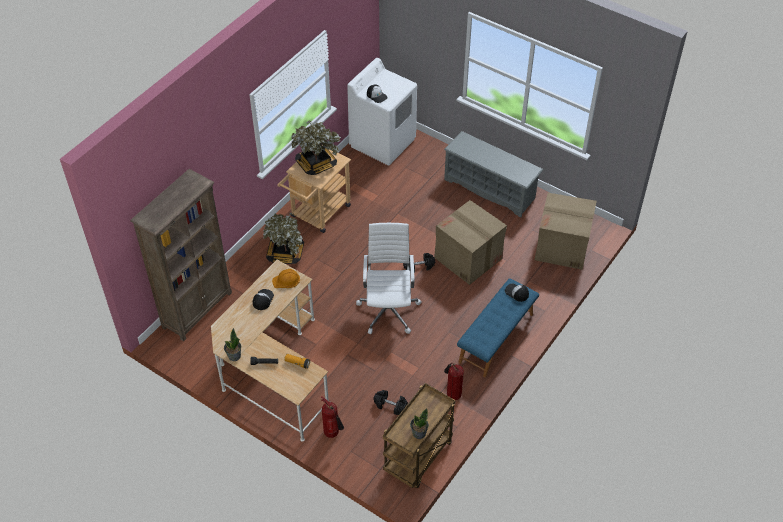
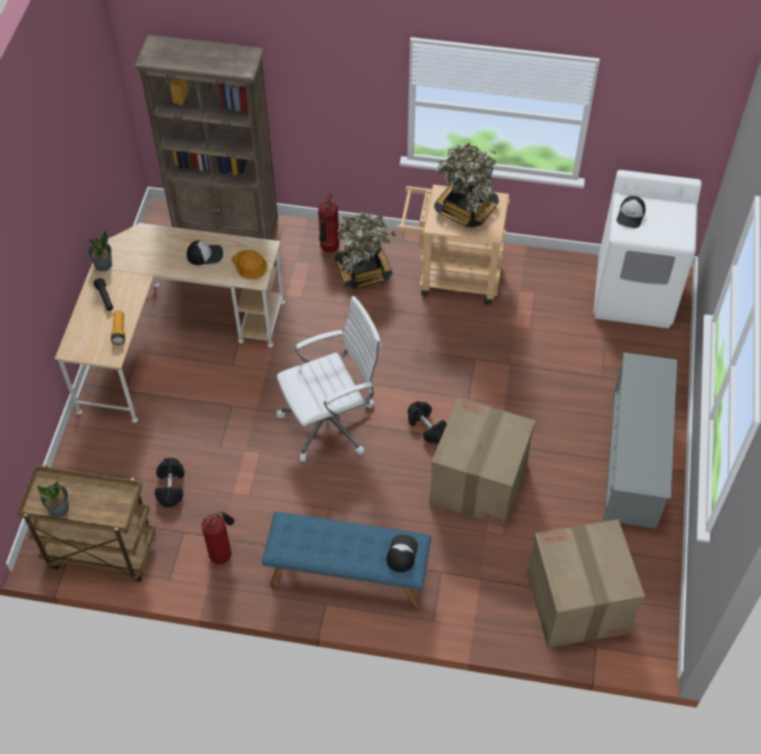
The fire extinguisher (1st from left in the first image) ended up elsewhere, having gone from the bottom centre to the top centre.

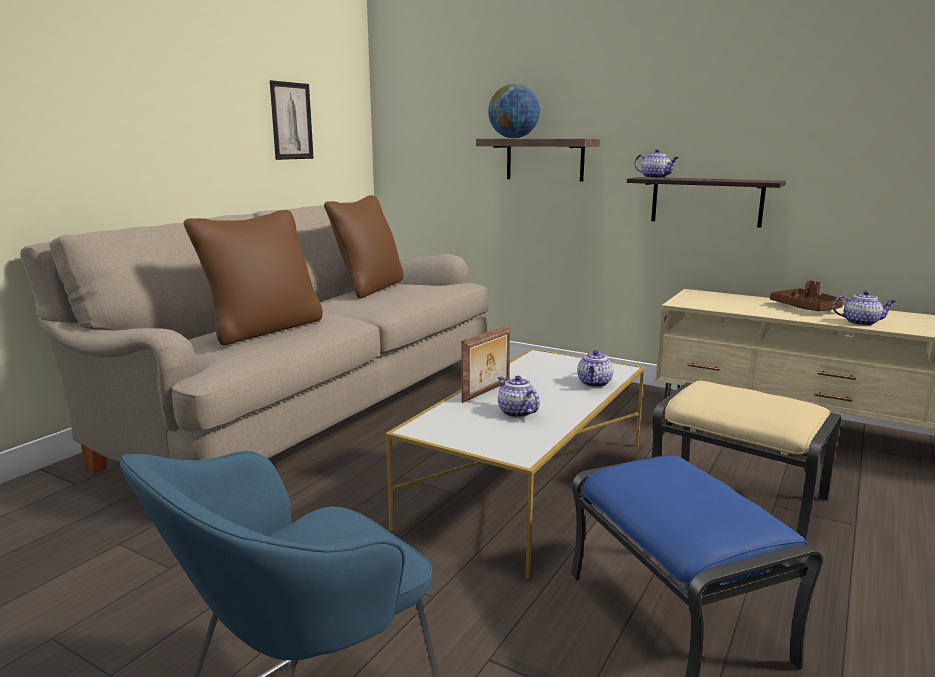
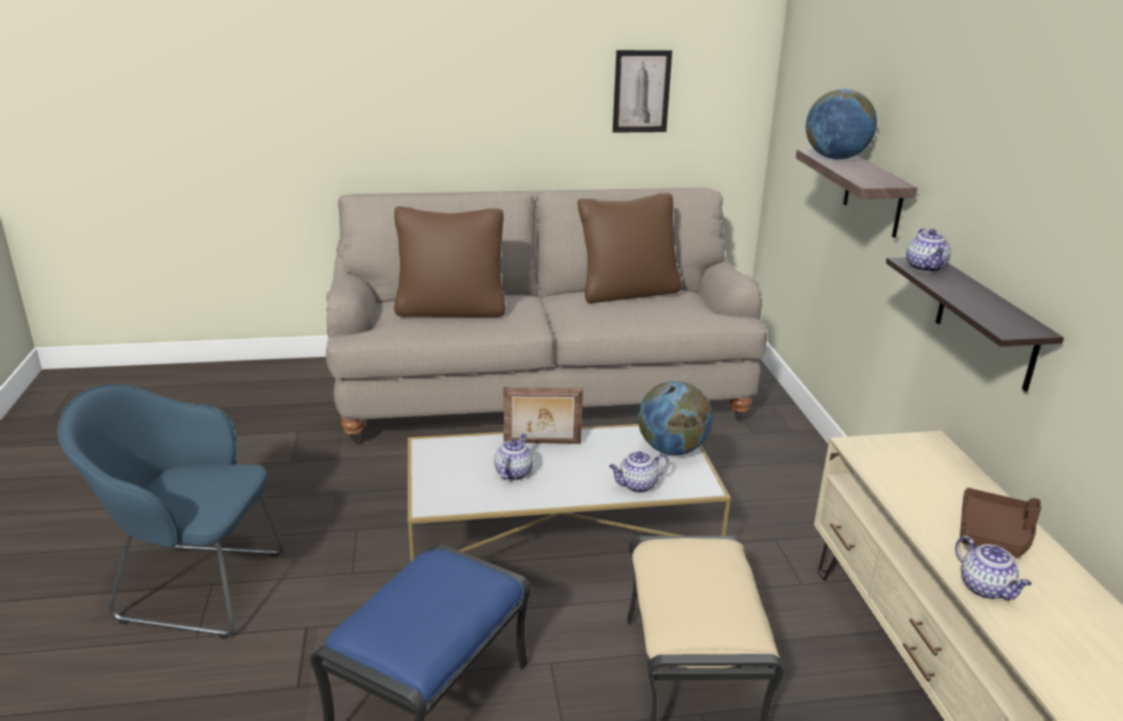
The second view gained the globe (1st from left) at the centre.

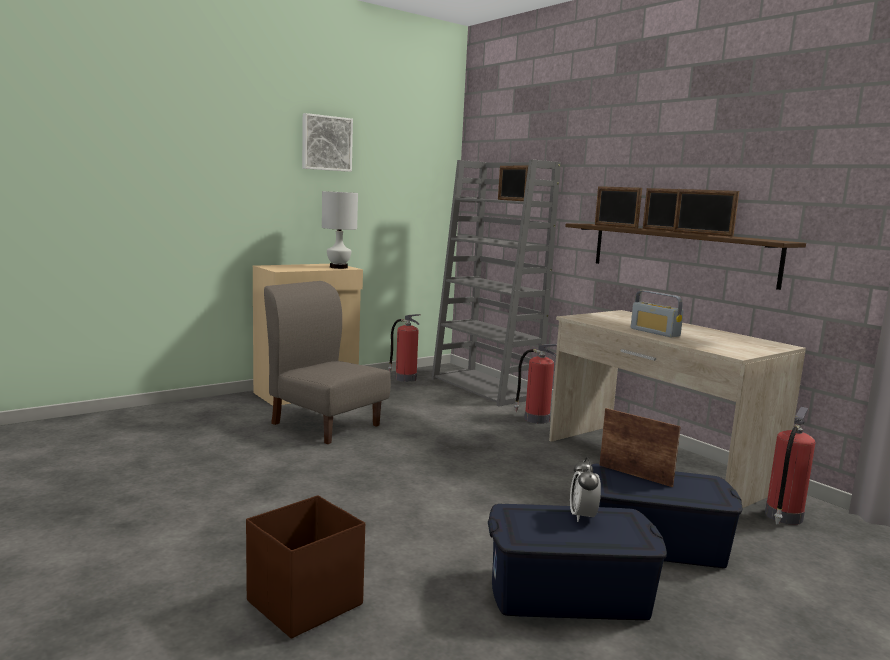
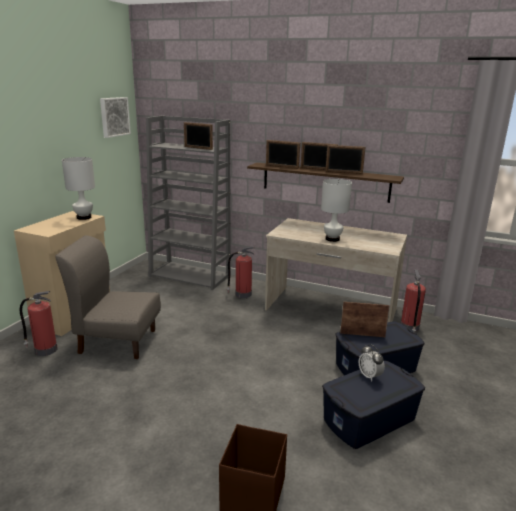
The picture ended up elsewhere, having gone from the top centre to the top left.
The fire extinguisher (1st from left) ended up elsewhere, having gone from the centre to the middle left.
Where the radio stood at the middle right, the white table lamp (2nd from left) came to stand at the centre.

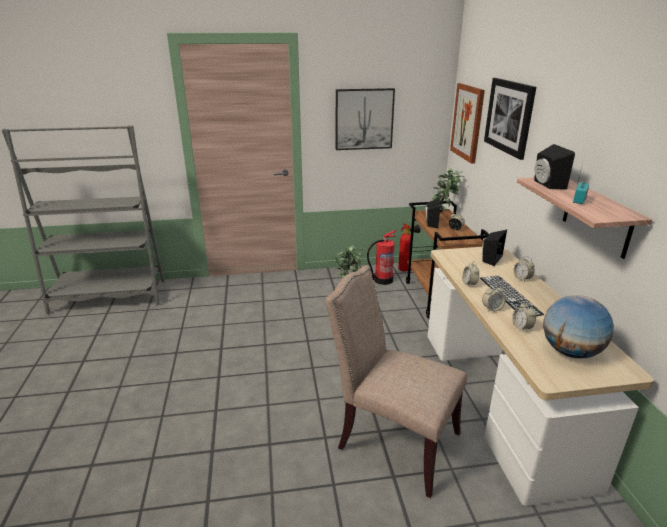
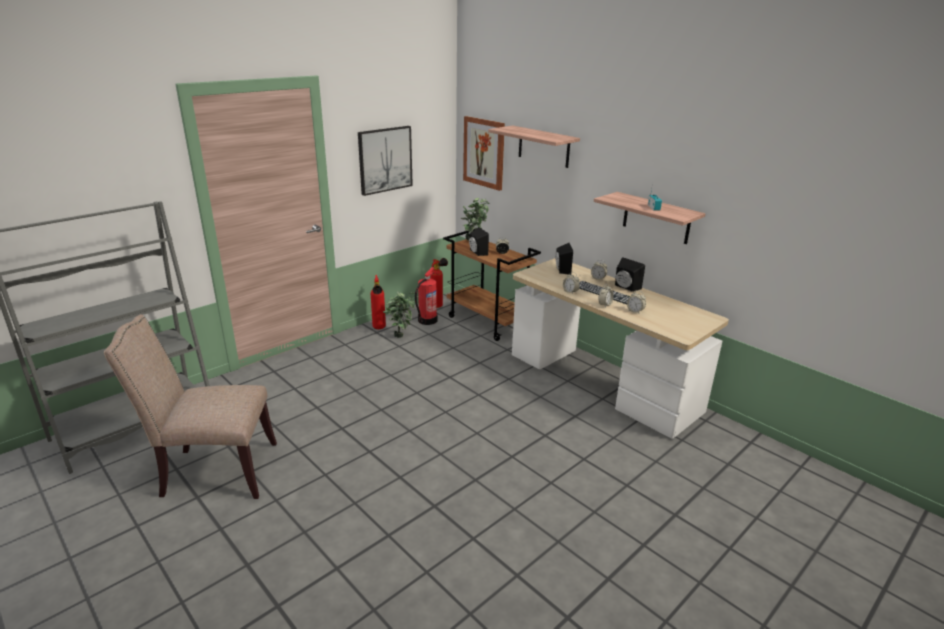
The beige chair ended up elsewhere, having gone from the bottom centre to the middle left.
Where the picture (3rd from left) hung at the top right, the shelf (1st from left) came to hang at the top centre.
The black speaker (3rd from left) ended up elsewhere, having gone from the top right to the middle right.
The second view lost the globe at the middle right.
The second view gained the fire extinguisher (1st from left) at the centre.

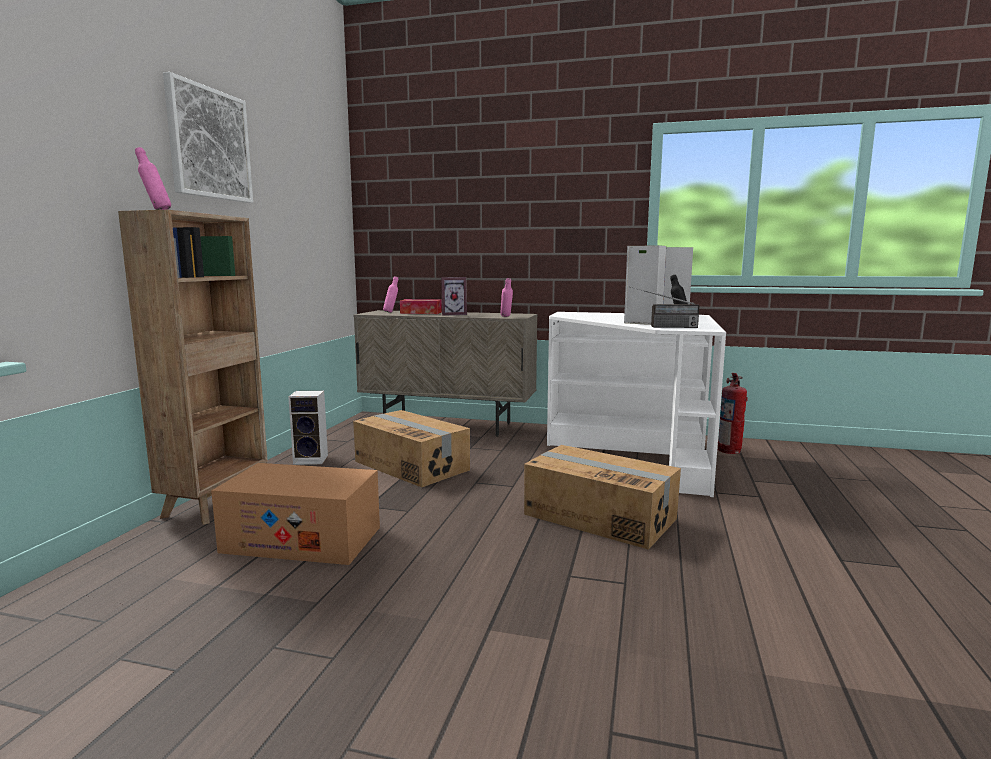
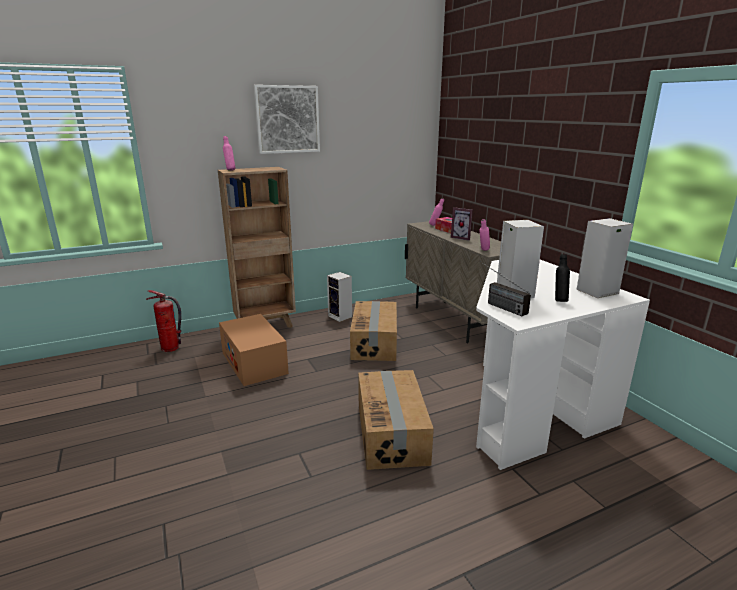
The fire extinguisher ended up elsewhere, having gone from the middle right to the middle left.

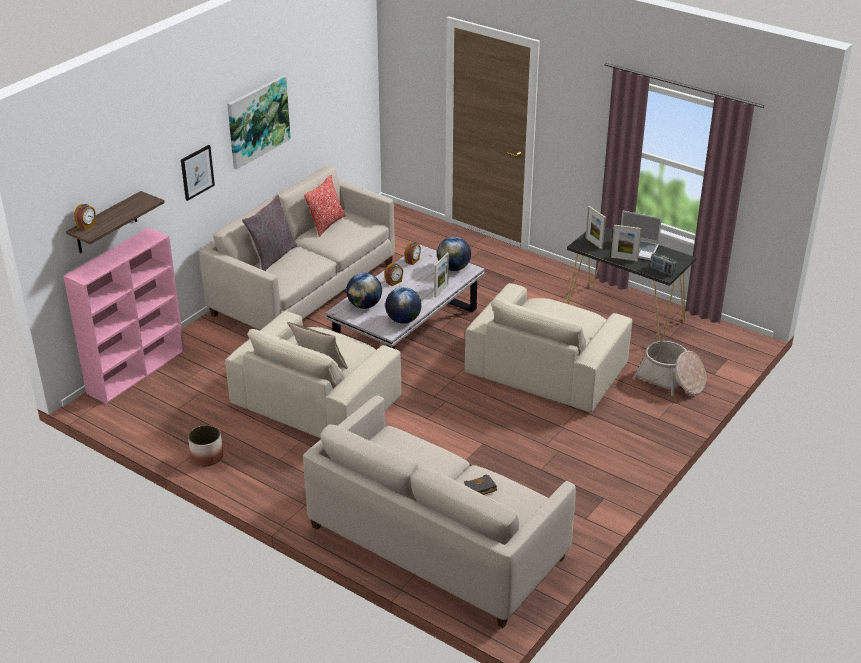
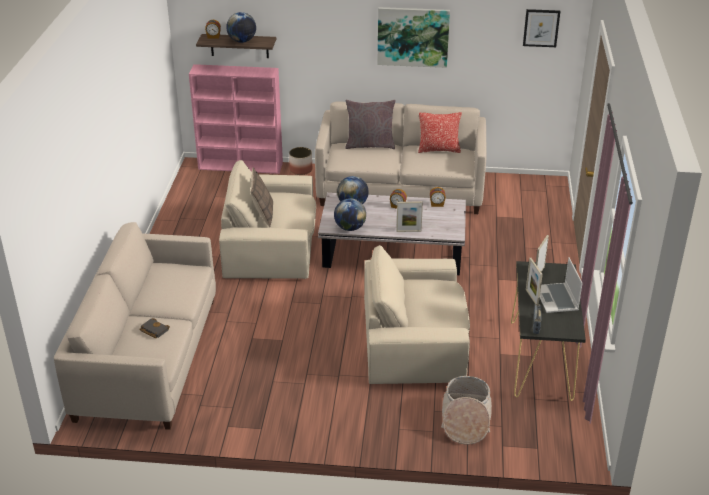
The picture (1st from left in the first image) ended up elsewhere, having gone from the top left to the top right.
The planter ended up elsewhere, having gone from the bottom left to the top centre.
The globe (3rd from left in the first image) ended up elsewhere, having gone from the centre to the top centre.

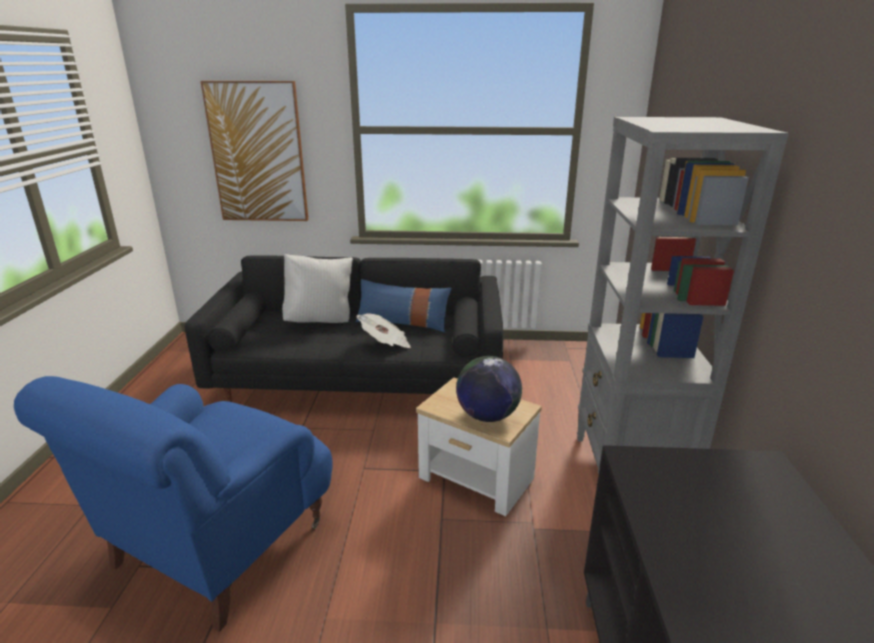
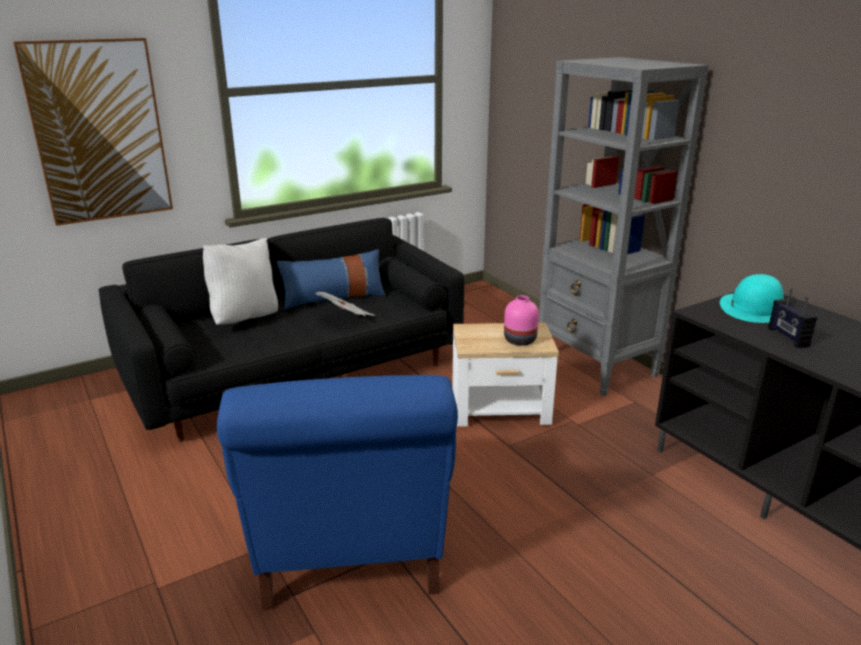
Where the globe stood at the centre, the pink vase came to stand at the centre.
The second view gained the turquoise hat at the middle right.
The second view gained the radio at the middle right.

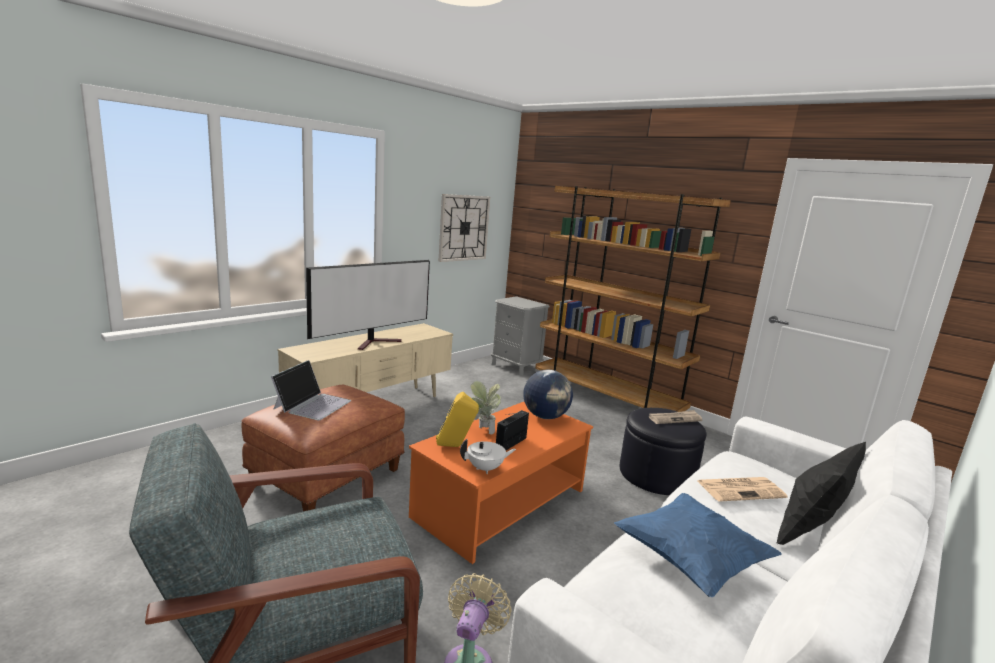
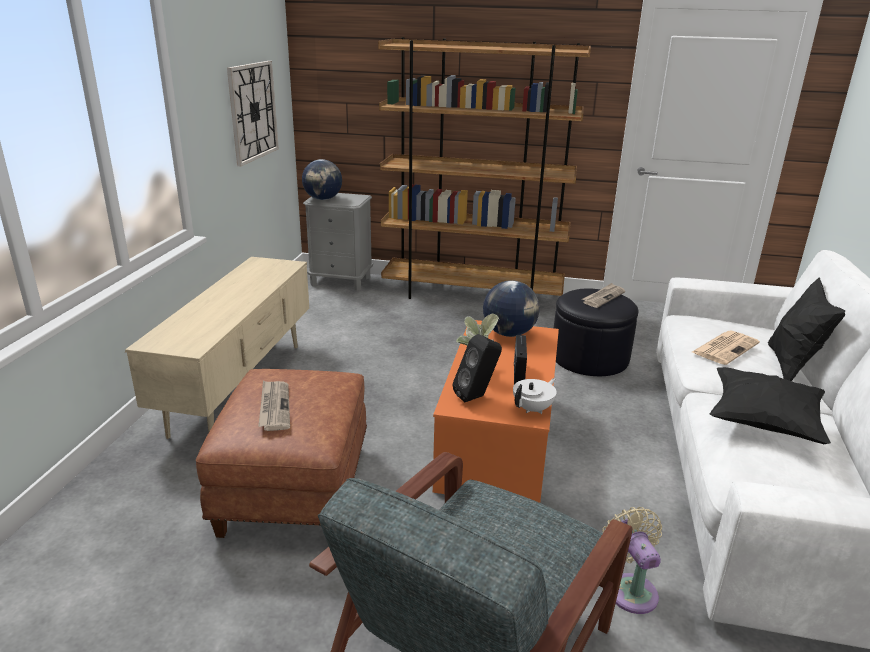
Where the laptop stood at the middle left, the newspaper (1st from left) came to stand at the middle left.
The second view lost the television at the centre.
What was the yellow speaker at the centre turned into the black speaker at the centre.
What was the blue pillow at the bottom right turned into the black pillow (1st from left) at the middle right.
The second view gained the globe (1st from left) at the top centre.

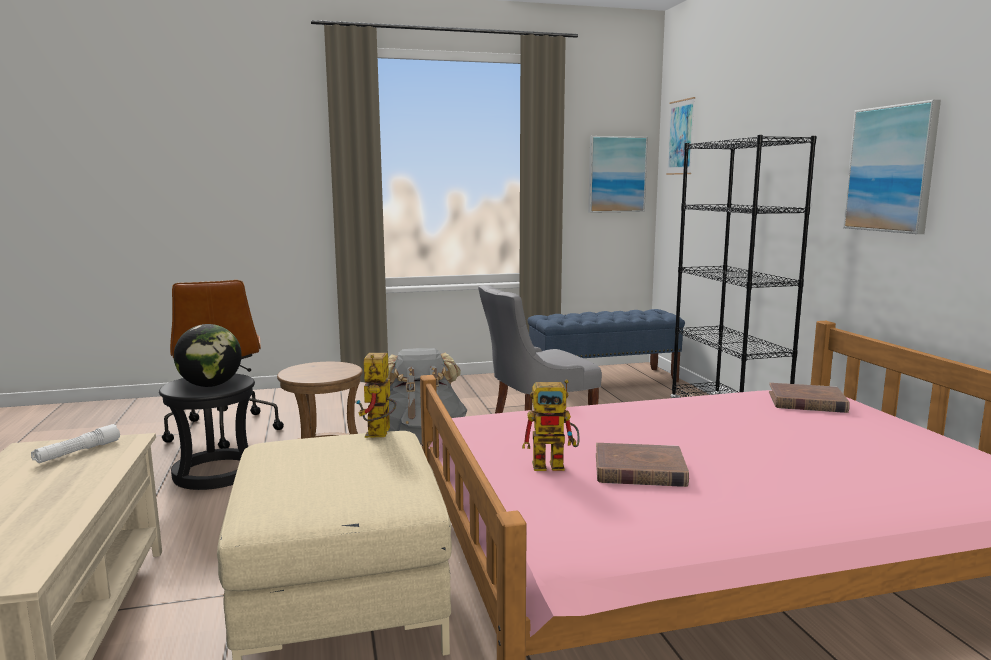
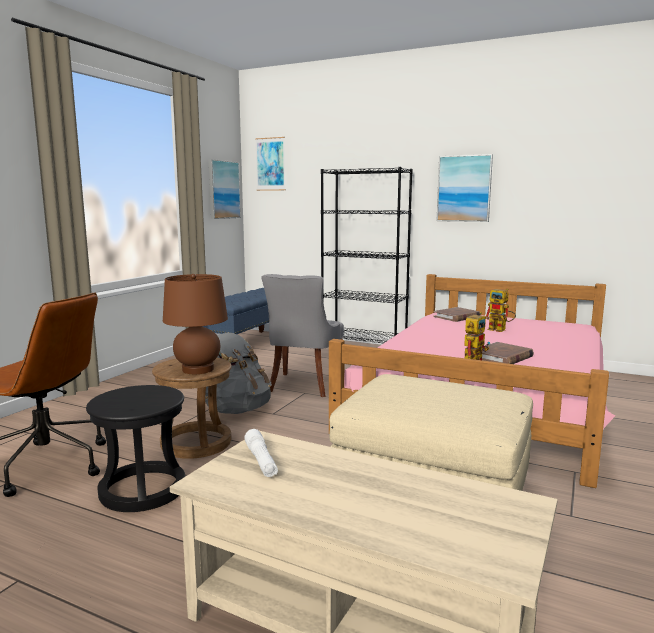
The second view lost the globe at the middle left.
The toy robot (1st from left in the first image) ended up elsewhere, having gone from the centre to the middle right.
The second view gained the brown table lamp at the middle left.

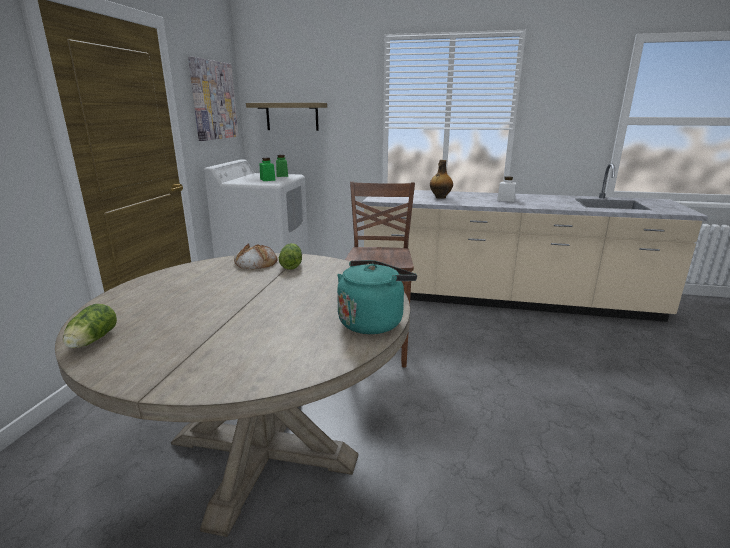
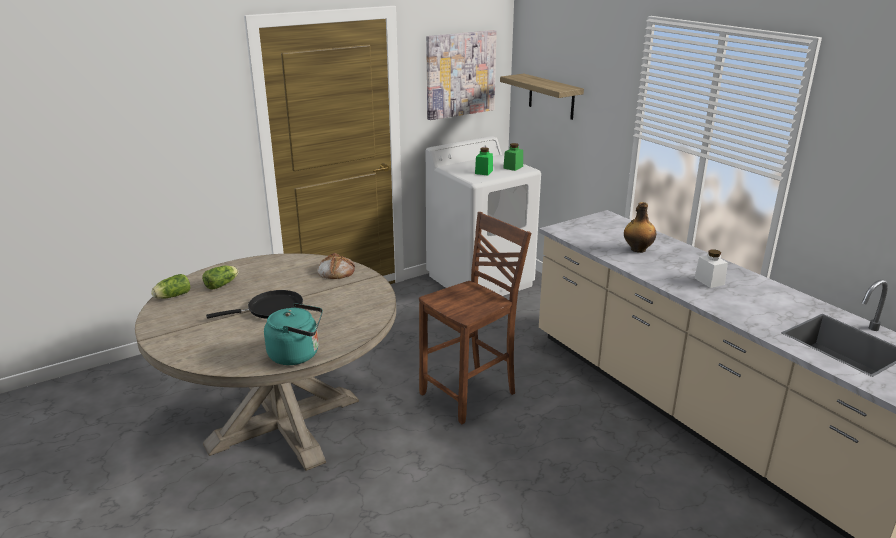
The lettuce (2nd from left) ended up elsewhere, having gone from the centre to the middle left.
The second view gained the black frying pan at the middle left.

